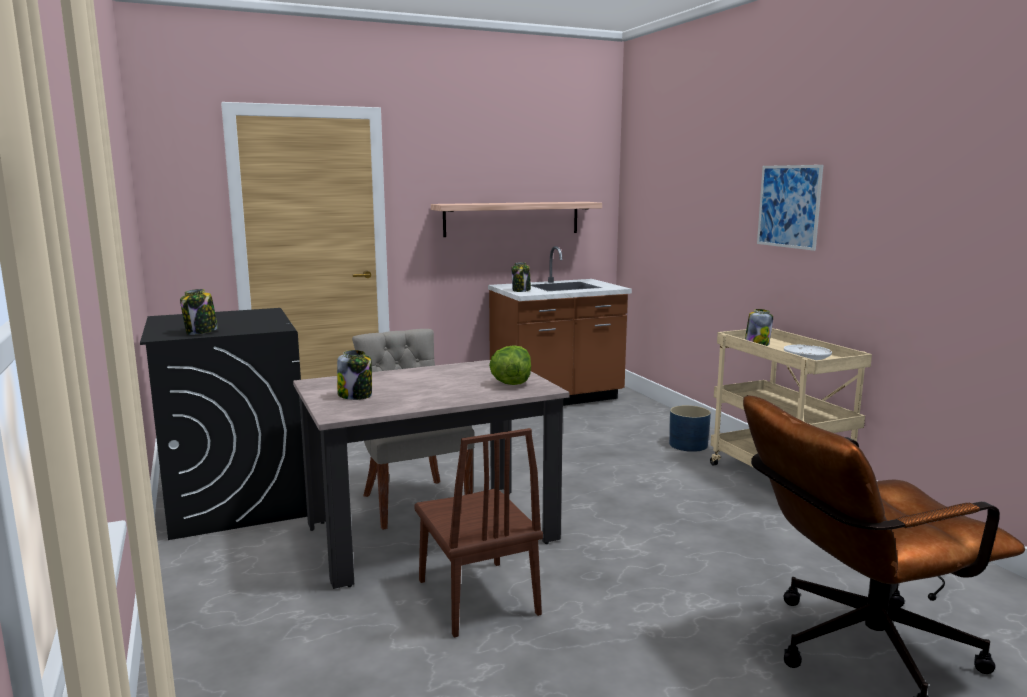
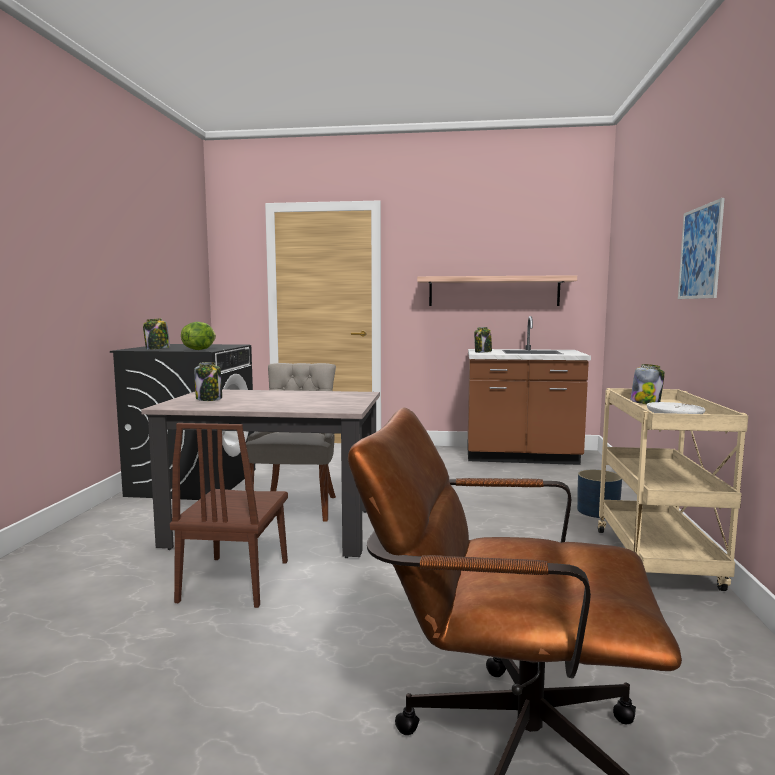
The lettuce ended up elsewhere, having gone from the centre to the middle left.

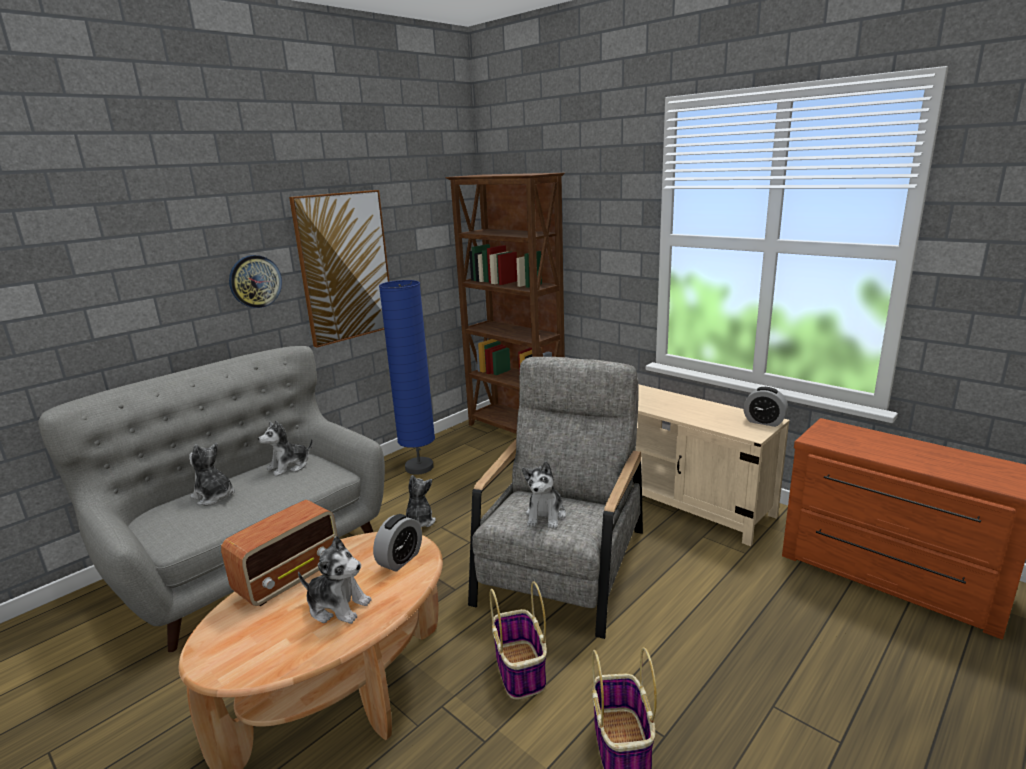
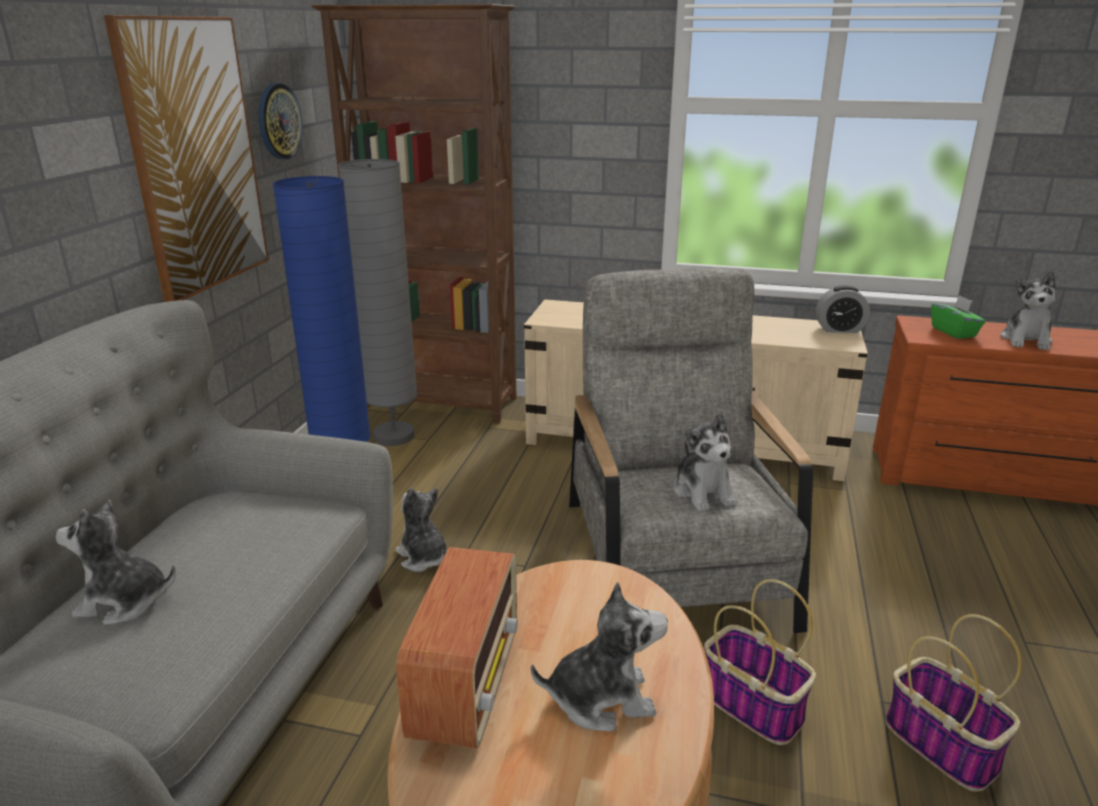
The wall clock ended up elsewhere, having gone from the middle left to the top left.
The plush toy (2nd from left in the first image) ended up elsewhere, having gone from the middle left to the middle right.
The second view lost the alarm clock (1st from left) at the bottom centre.
The second view gained the grey floor lamp at the centre.
The second view gained the green tissue box at the middle right.

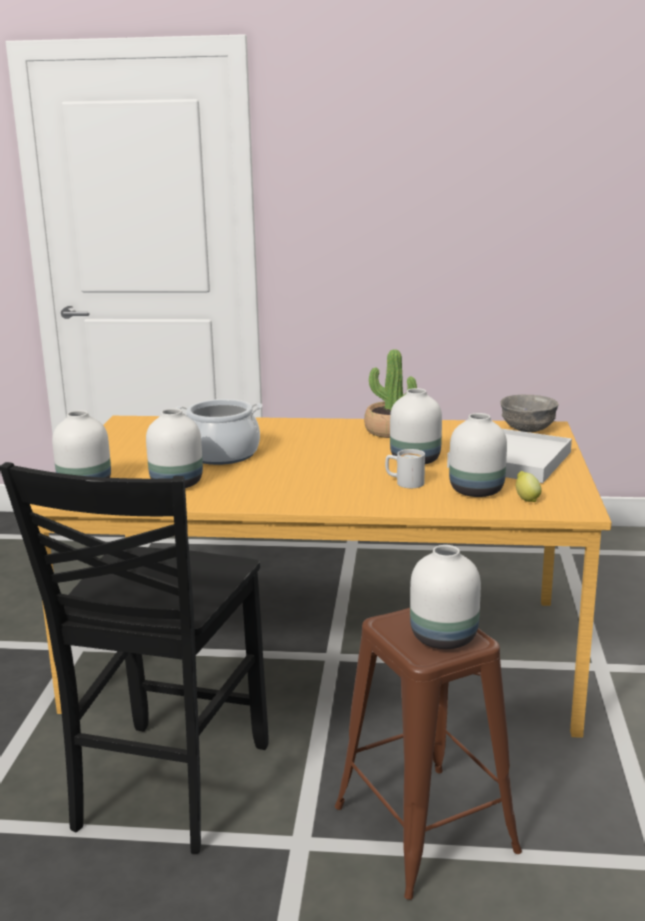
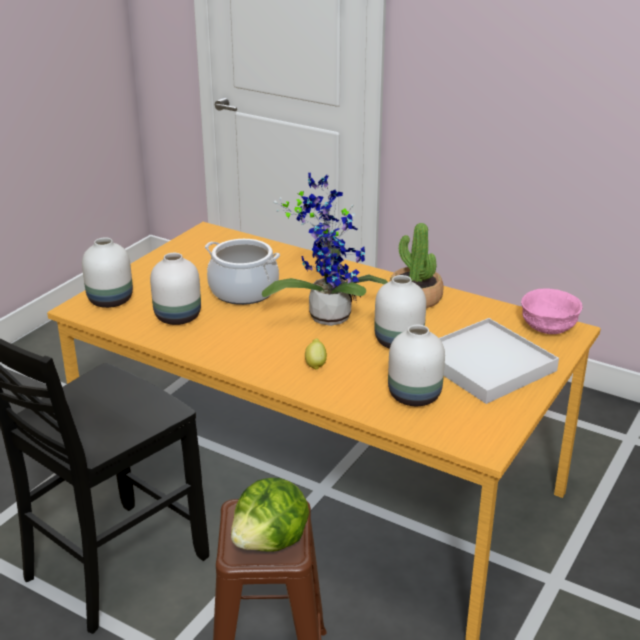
The second view lost the white mug at the centre.
Where the white vase (4th from left) stood at the middle right, the lettuce came to stand at the bottom centre.
What was the grey bowl at the middle right turned into the pink bowl at the middle right.
The lemon ended up elsewhere, having gone from the middle right to the centre.
The second view gained the potted plant (1st from left) at the centre.

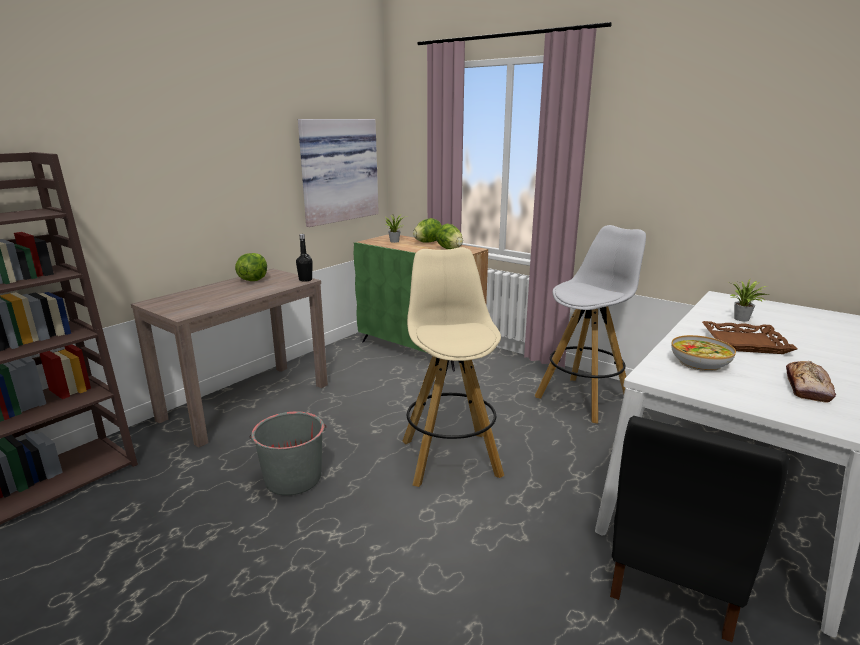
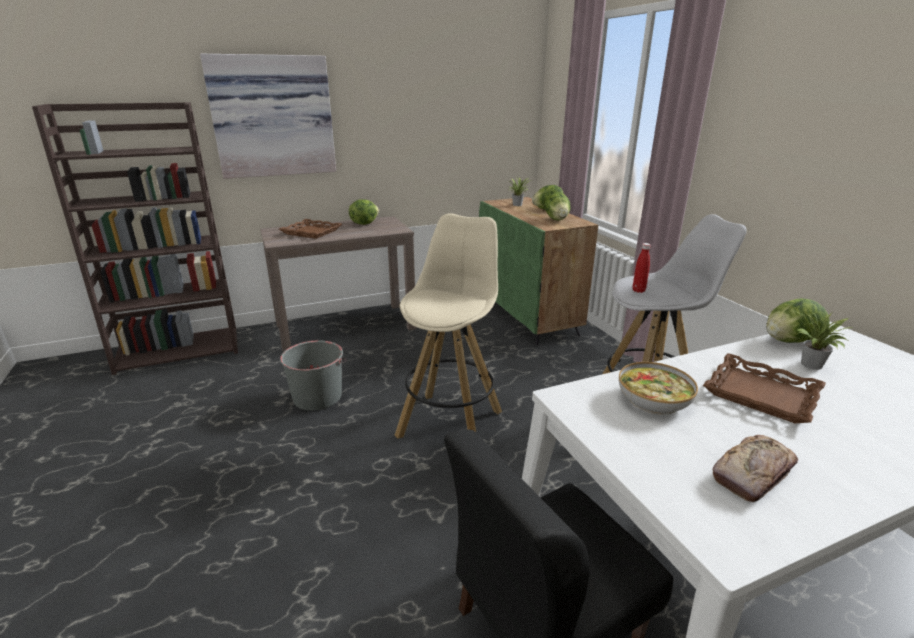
The second view lost the black bottle at the centre.
The picture ended up elsewhere, having gone from the top centre to the top left.
The second view gained the brown tray (1st from left) at the centre.
The second view gained the red bottle at the middle right.
The second view gained the lettuce (4th from left) at the middle right.

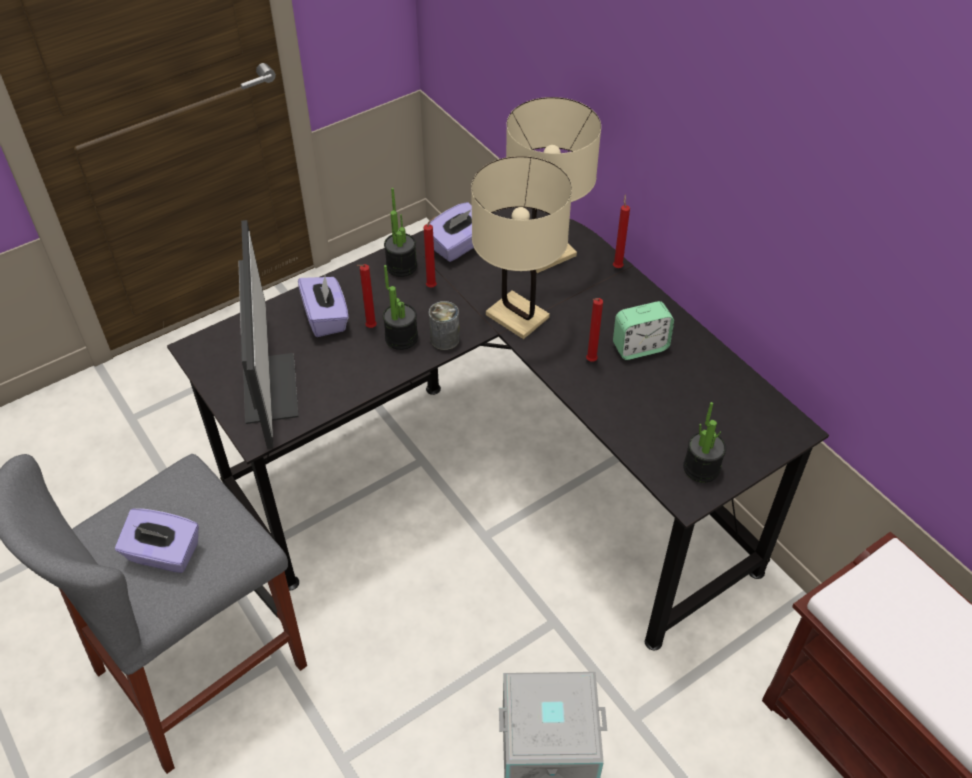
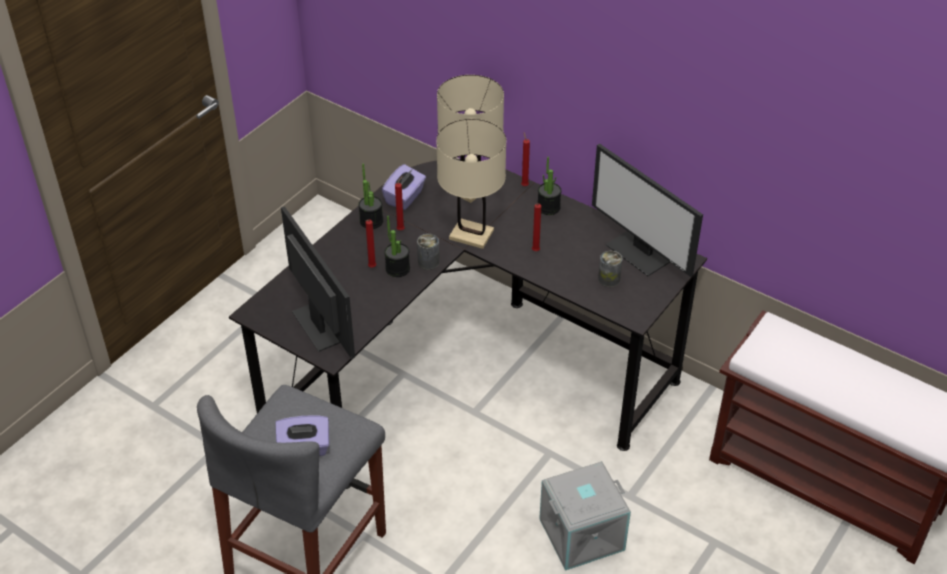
The second view lost the purple tissue box (2nd from left) at the middle left.
The second view lost the alarm clock at the centre.
The potted plant (3rd from left) ended up elsewhere, having gone from the middle right to the top centre.
The second view gained the monitor (2nd from left) at the middle right.
The second view gained the can (2nd from left) at the centre.

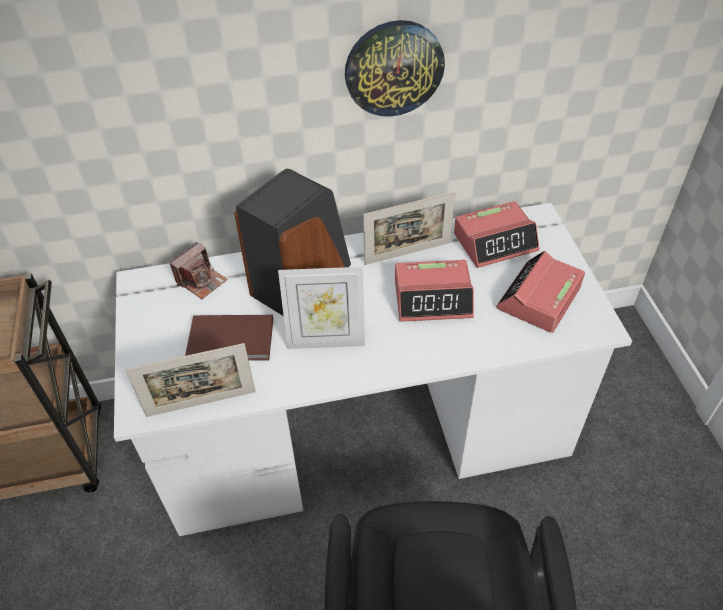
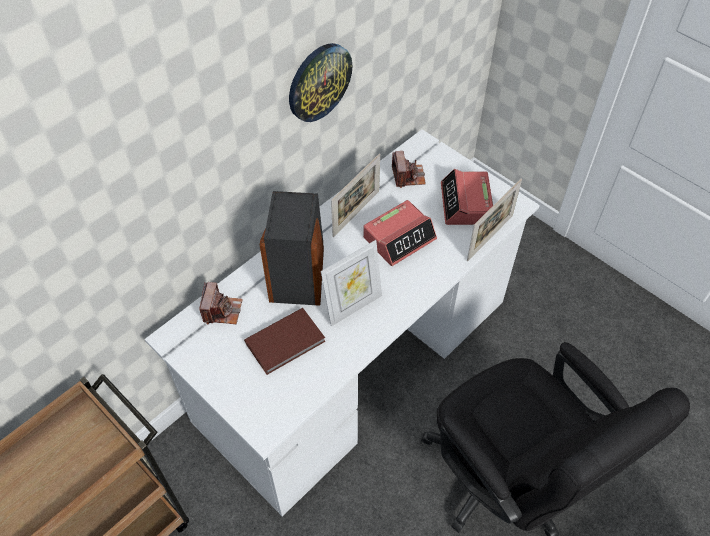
The picture frame (1st from left in the first image) ended up elsewhere, having gone from the middle left to the middle right.
Where the alarm clock (2nd from left) stood at the middle right, the photo camera (2nd from left) came to stand at the top centre.

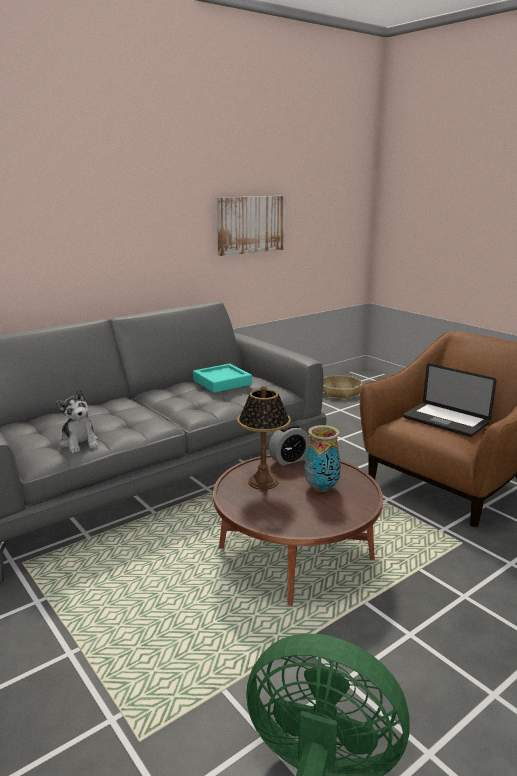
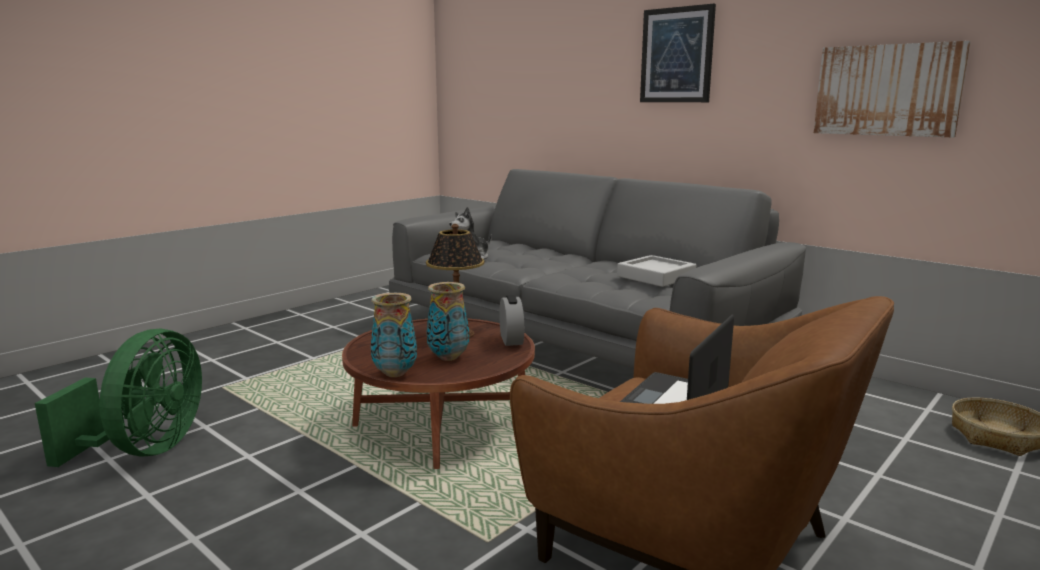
What was the turquoise tray at the centre turned into the grey tray at the centre.
The alarm clock at the centre ended up facing another way, 150 degrees counterclockwise from before.
The second view gained the vase (1st from left) at the centre.
The second view gained the picture (1st from left) at the top centre.

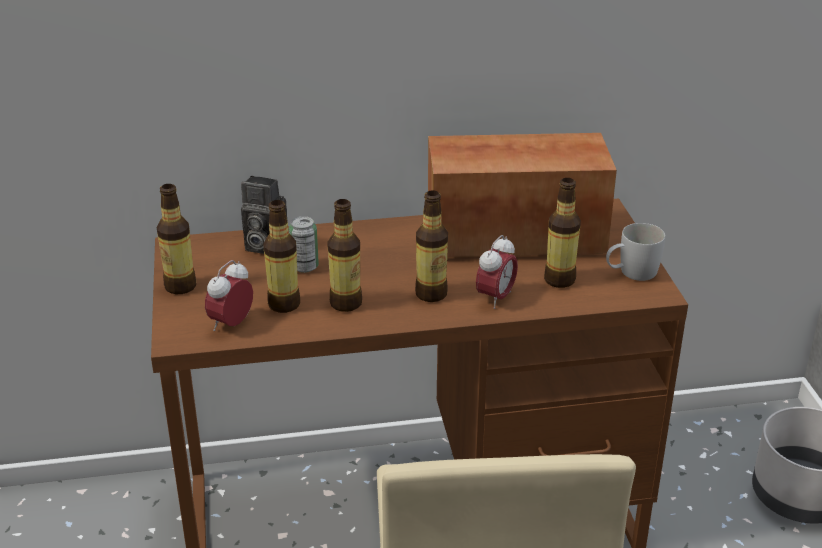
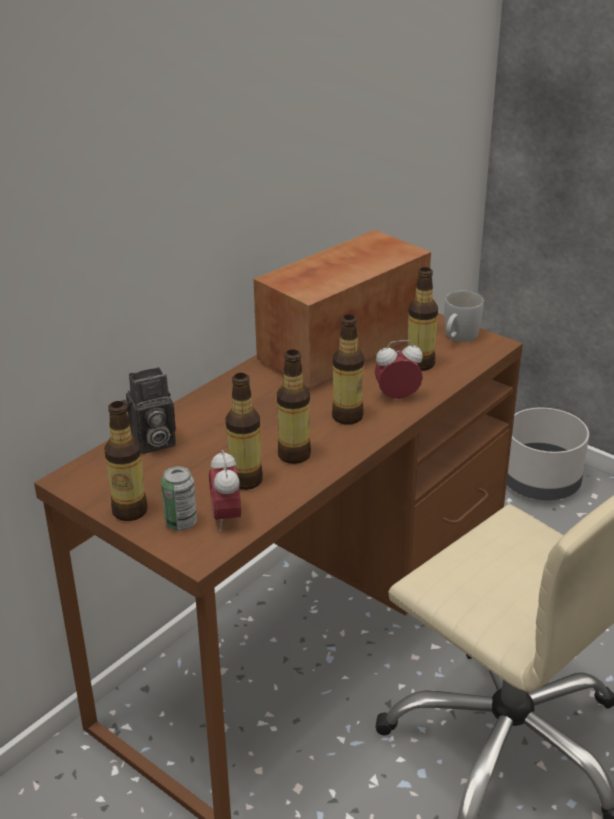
The can ended up elsewhere, having gone from the centre to the middle left.
The alarm clock (2nd from left) at the centre ended up facing another way, 90 degrees counterclockwise from before.

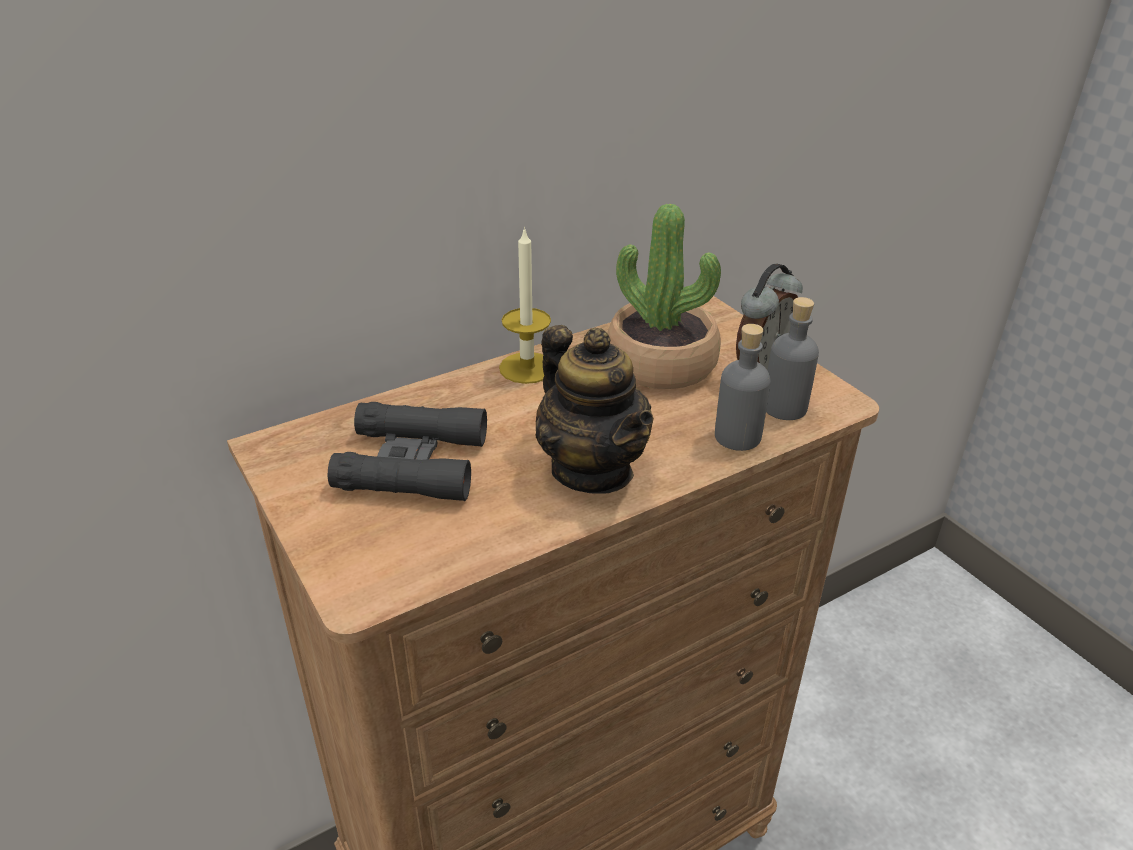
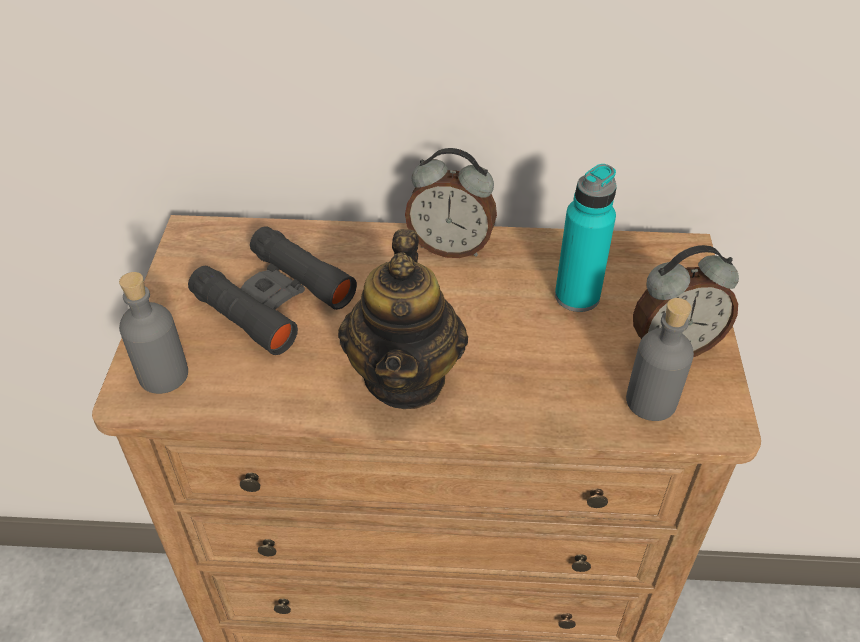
Where the candle stood at the centre, the alarm clock (1st from left) came to stand at the top centre.
Where the potted plant stood at the centre, the turquoise bottle came to stand at the middle right.
The grey bottle (1st from left) ended up elsewhere, having gone from the centre to the middle left.

